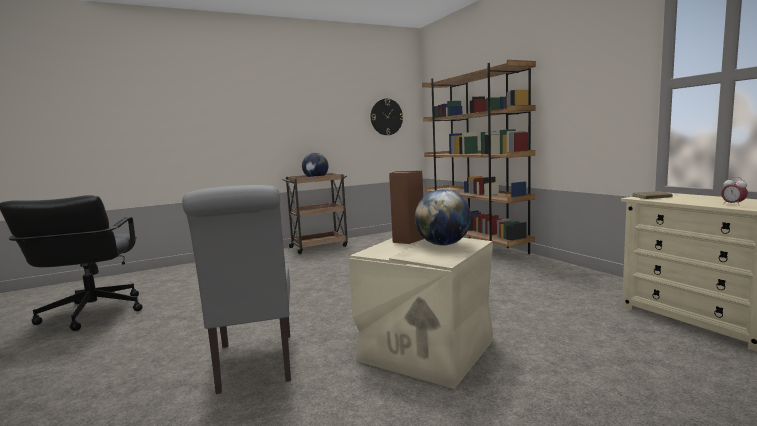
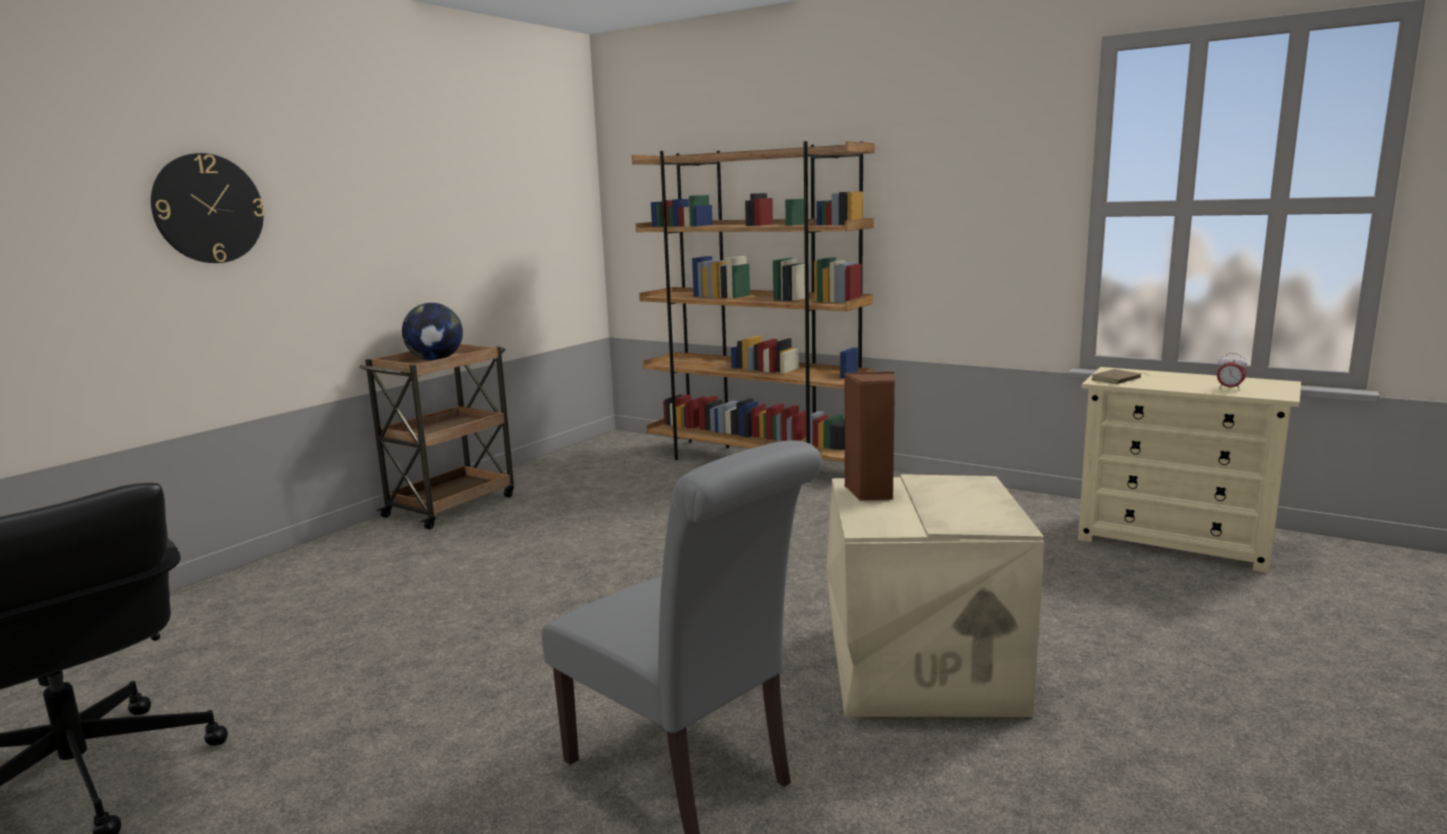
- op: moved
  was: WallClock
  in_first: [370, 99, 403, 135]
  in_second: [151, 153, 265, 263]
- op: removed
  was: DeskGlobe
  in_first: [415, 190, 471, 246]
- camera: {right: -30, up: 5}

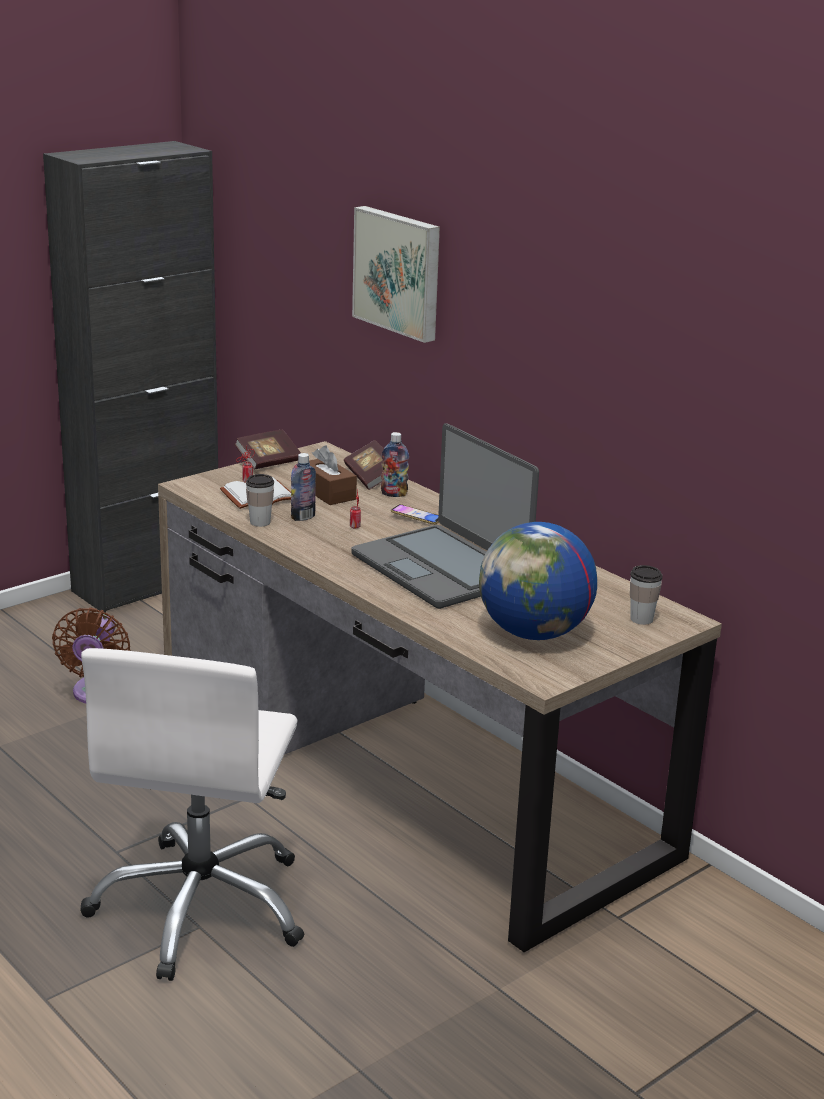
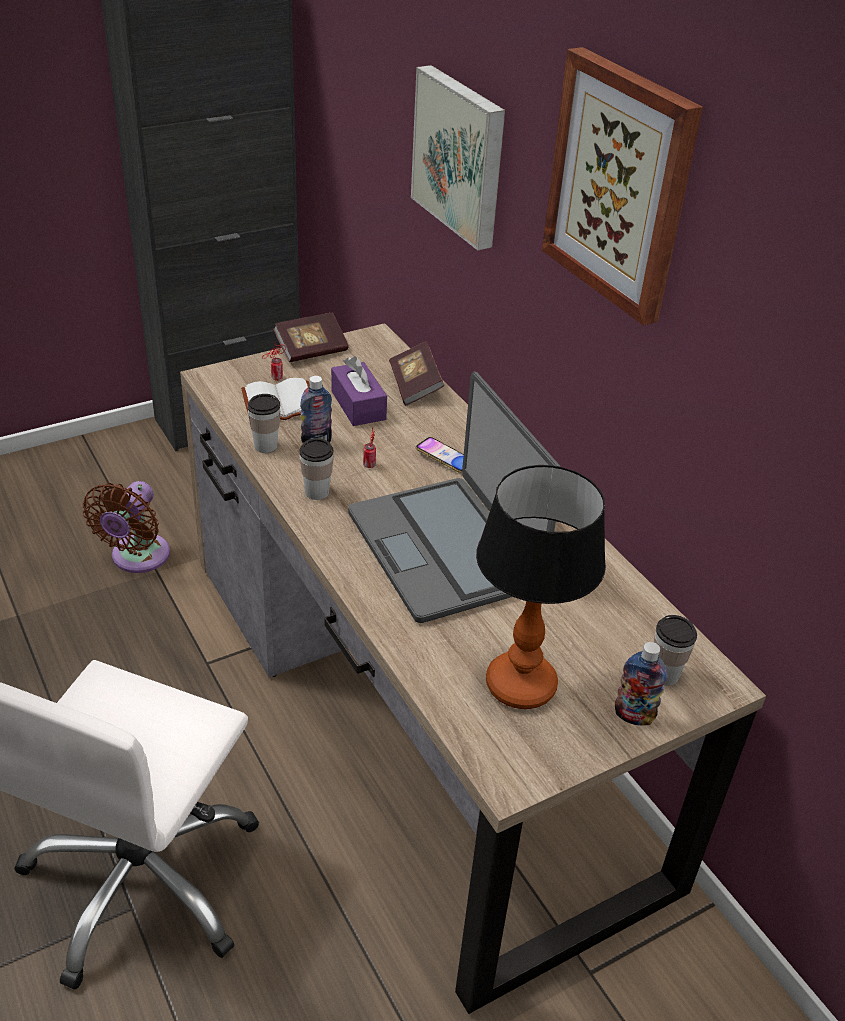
- op: added
  now: Cup
  in_second: [299, 438, 334, 500]
- op: recoloured
  was: BrownColouredTissueHolder
  now: PurplishTissueHolder
  in_first: [309, 445, 357, 505]
  in_second: [331, 357, 387, 426]
- op: replaced
  was: DeskGlobe
  now: TabletopLamp
  in_first: [479, 522, 597, 640]
  in_second: [476, 465, 606, 709]
- op: added
  now: WallArt
  in_second: [542, 47, 703, 326]
- op: moved
  was: DrinkBottle
  in_first: [381, 432, 409, 497]
  in_second: [615, 642, 667, 726]
- camera: {right: 10, up: 15}

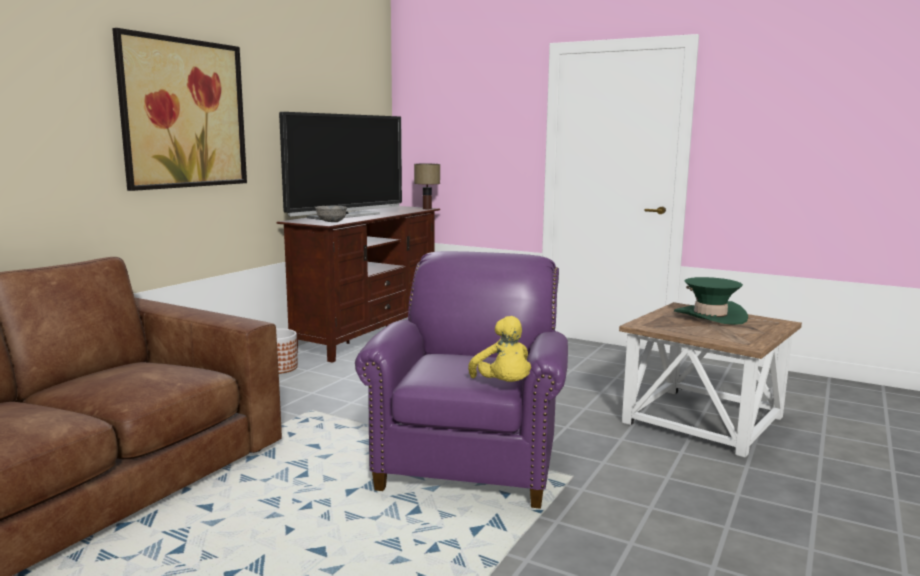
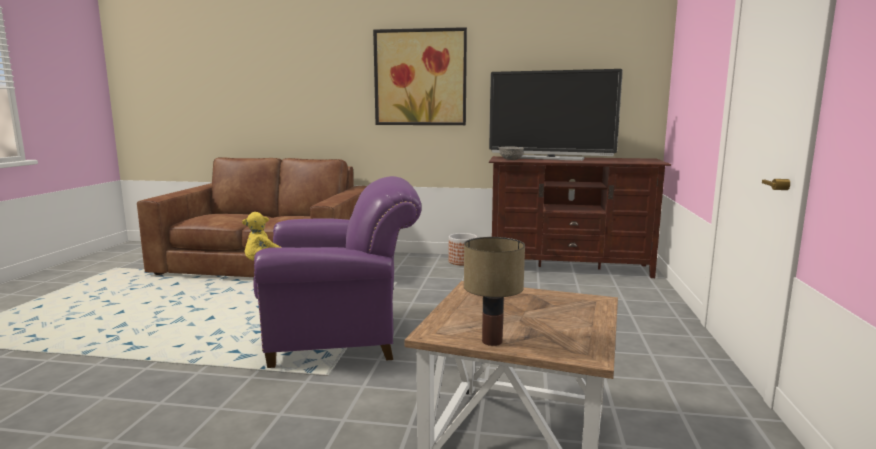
- op: moved
  was: TabletopLamp
  in_first: [414, 164, 440, 209]
  in_second: [464, 237, 525, 346]
- op: removed
  was: GreenishClothingHat
  in_first: [674, 277, 748, 325]
- camera: {right: 70, up: 0}

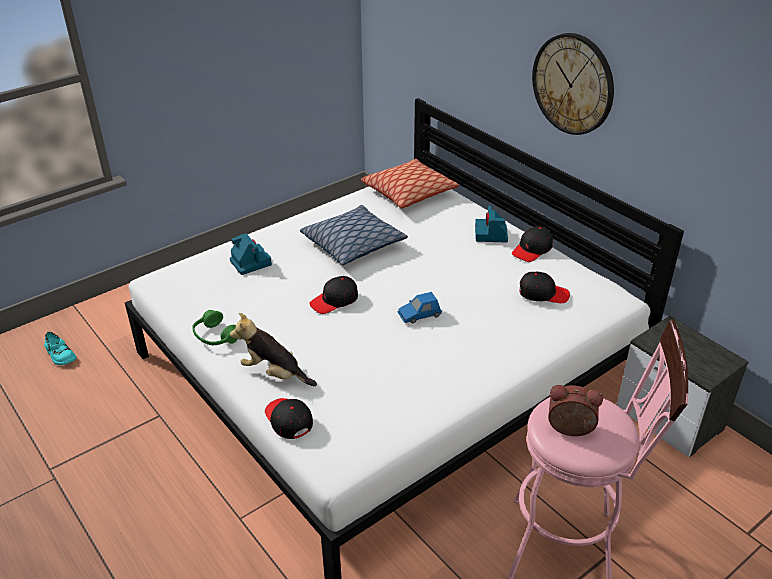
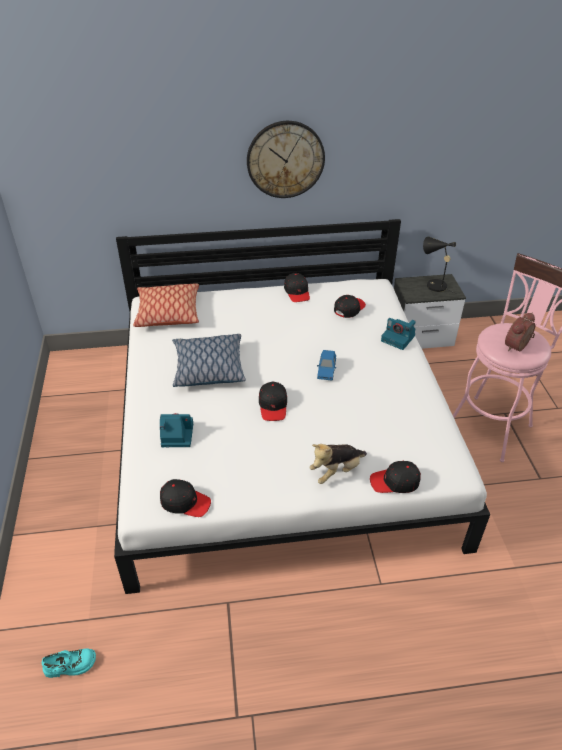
- op: added
  now: BlackishPeakedCap
  in_second: [160, 479, 211, 517]
- op: moved
  was: PhotoCamera
  in_first: [475, 206, 508, 243]
  in_second: [381, 318, 416, 350]
- op: added
  now: BlackishTabletopLamp
  in_second: [423, 237, 456, 294]
- op: removed
  was: GreenishPairOfHeadphones
  in_first: [192, 310, 238, 345]
- camera: {right: -60, up: 5}

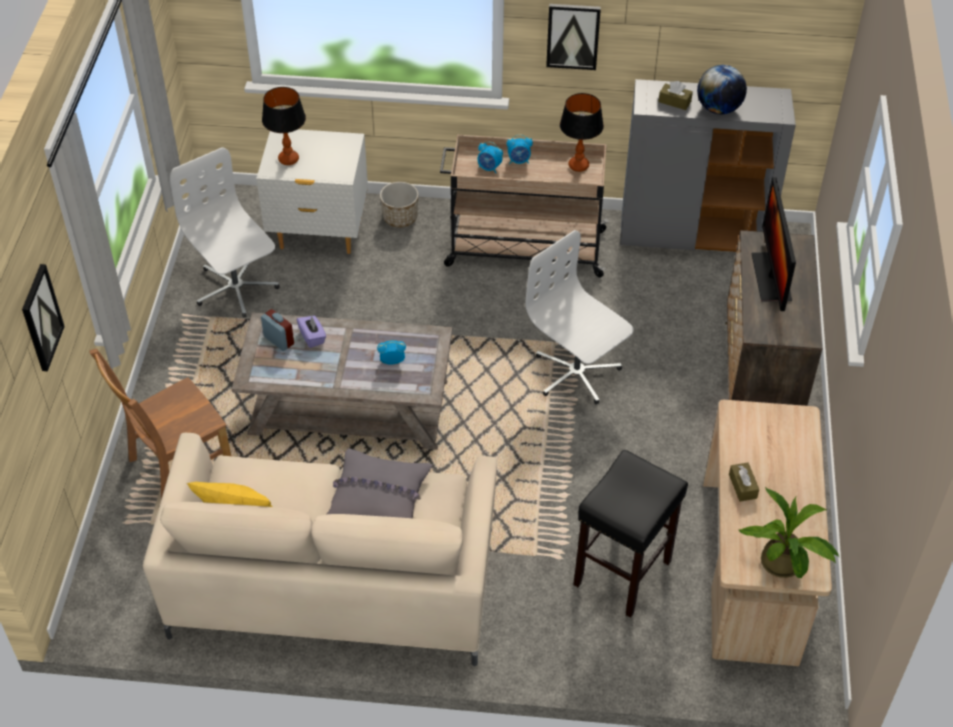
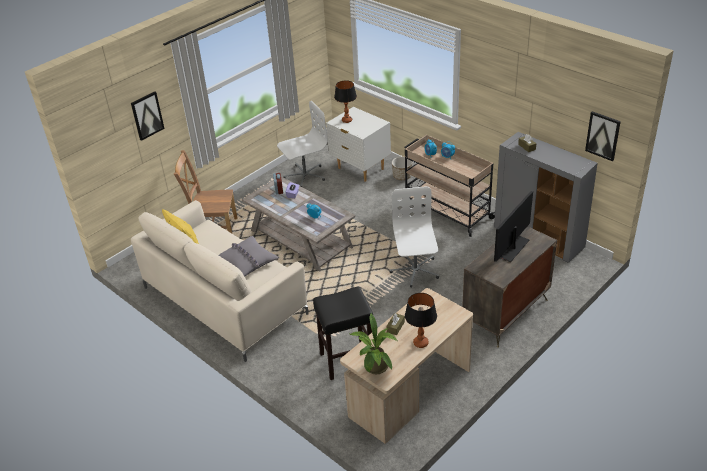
- op: turned
  was: WhiteColouredDeskChair
  in_first: [170, 147, 280, 317]
  in_second: [277, 101, 328, 187]
  clockwise: 60
- op: moved
  was: TabletopLamp
  in_first: [560, 93, 604, 172]
  in_second: [405, 293, 437, 348]
- op: moved
  was: WallArt
  in_first: [546, 4, 601, 70]
  in_second: [585, 111, 621, 161]
- op: removed
  was: DeskGlobe
  in_first: [697, 65, 747, 114]
- camera: {right: 40, up: -10}

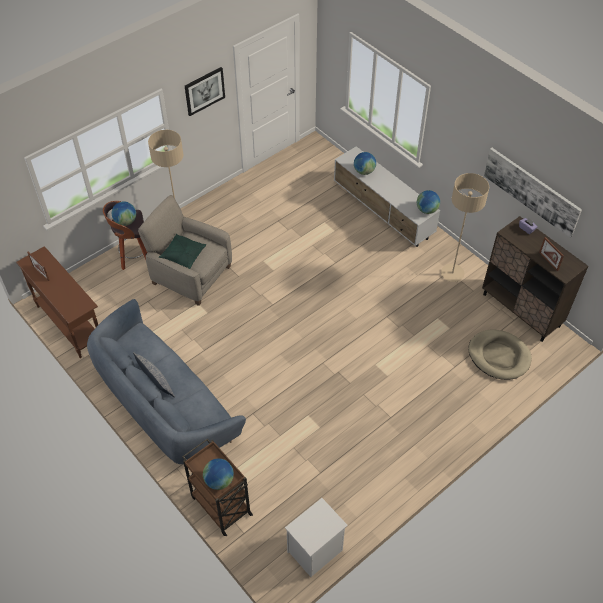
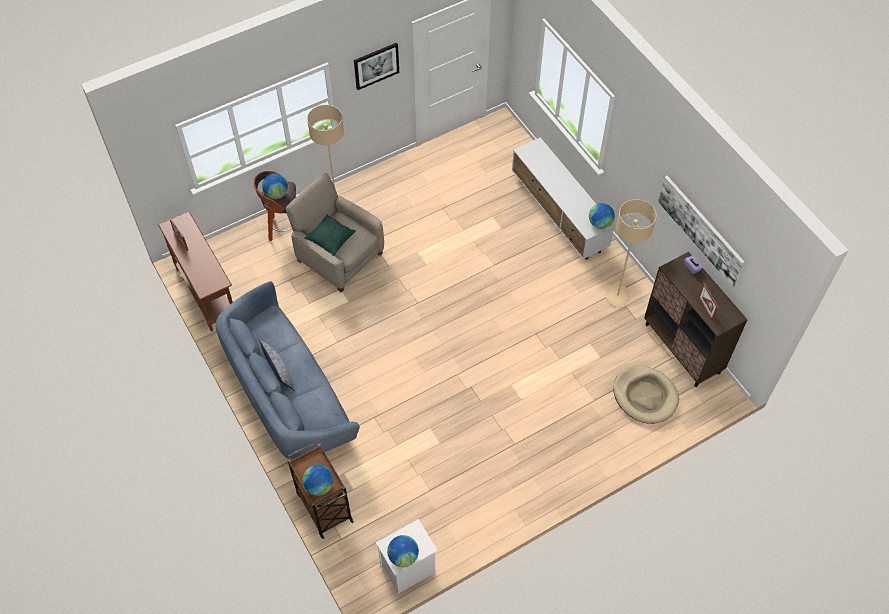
- op: moved
  was: DeskGlobe
  in_first: [354, 152, 376, 175]
  in_second: [387, 535, 419, 567]
- camera: {right: 10, up: 5}

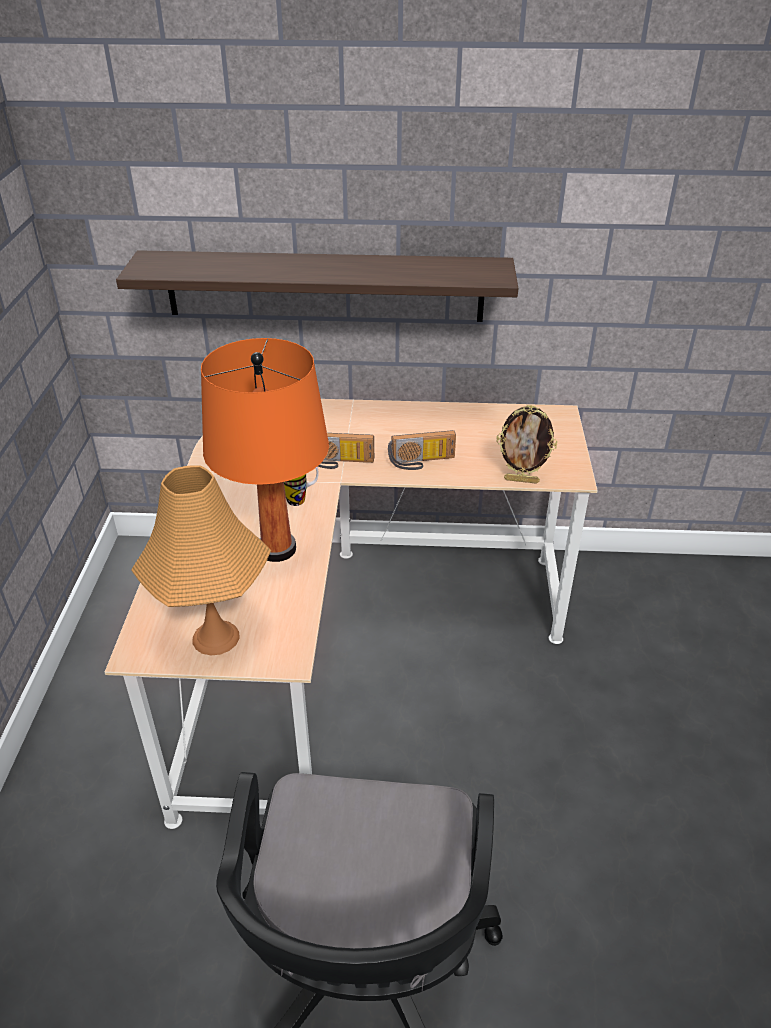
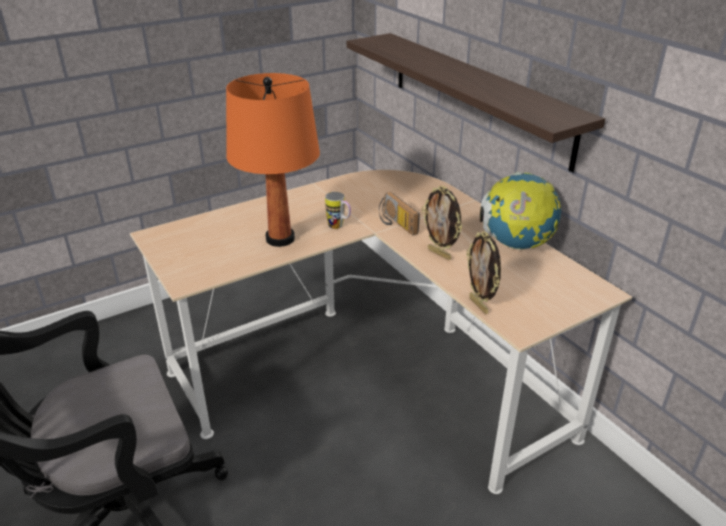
- op: replaced
  was: Radio
  now: PhotoFrame
  in_first: [388, 430, 456, 470]
  in_second: [422, 185, 462, 260]
- op: added
  now: DeskGlobe
  in_second: [480, 172, 561, 250]
- op: removed
  was: OrangeyTabletopLamp
  in_first: [131, 465, 271, 655]
- camera: {right: 55, up: -5}

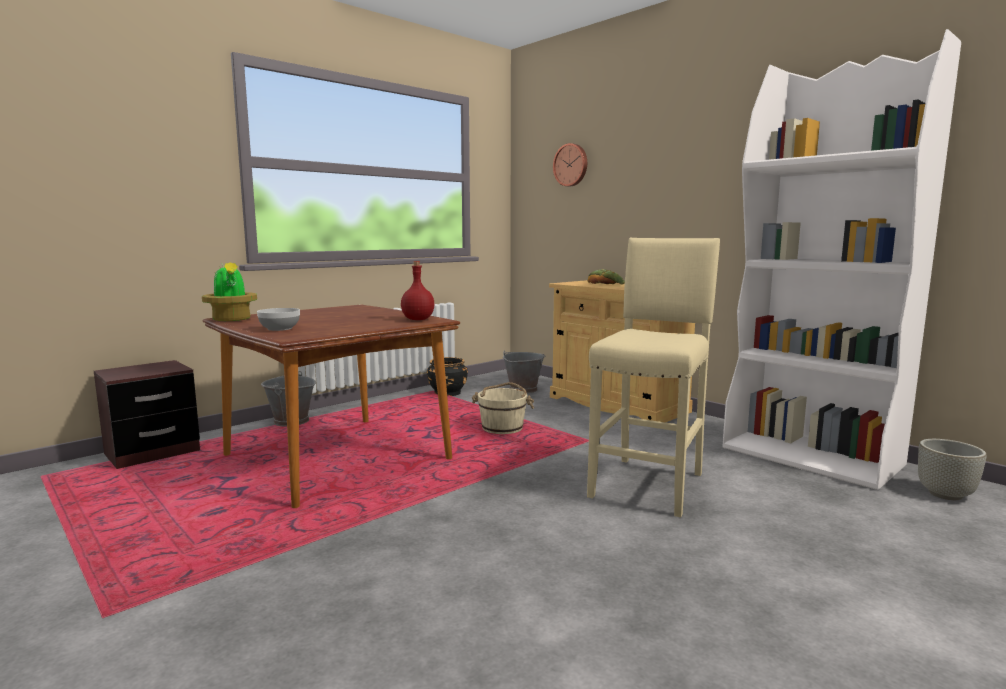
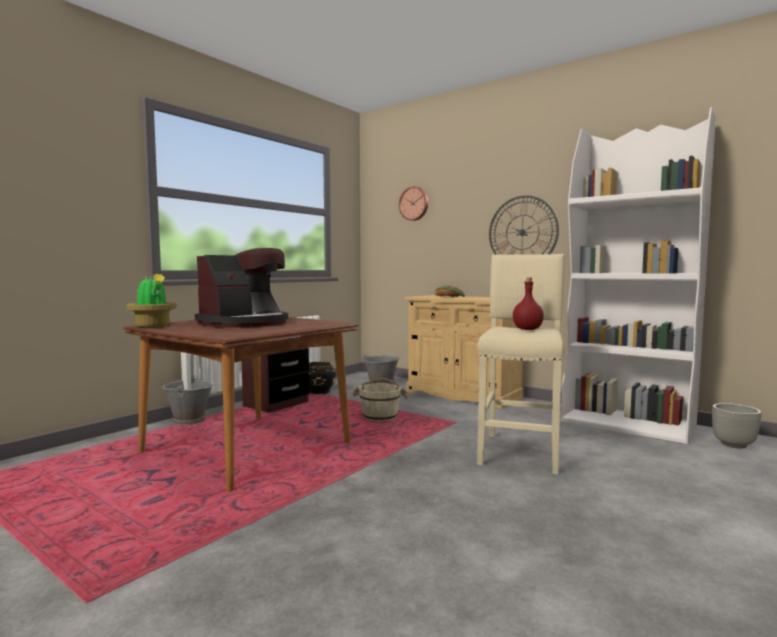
- op: added
  now: CoffeeMachine
  in_second: [195, 248, 288, 328]
- op: moved
  was: BrownColouredNightstand
  in_first: [94, 360, 200, 469]
  in_second: [242, 348, 309, 413]
- op: added
  now: WallClock
  in_second: [489, 195, 559, 255]
- op: moved
  was: RedDrinkBottle
  in_first: [401, 261, 435, 320]
  in_second: [513, 278, 544, 330]
- op: removed
  was: ServingBowl
  in_first: [257, 308, 300, 331]
- camera: {right: -10, up: -5}

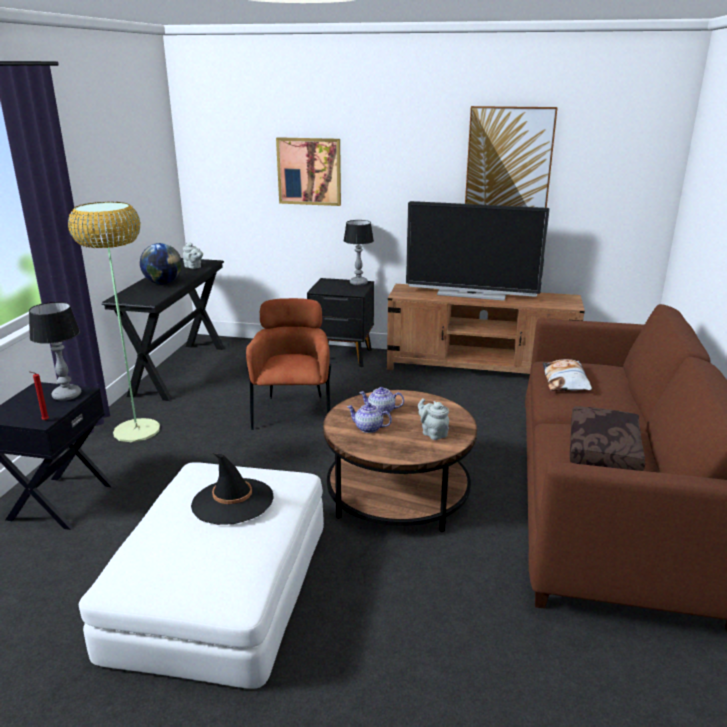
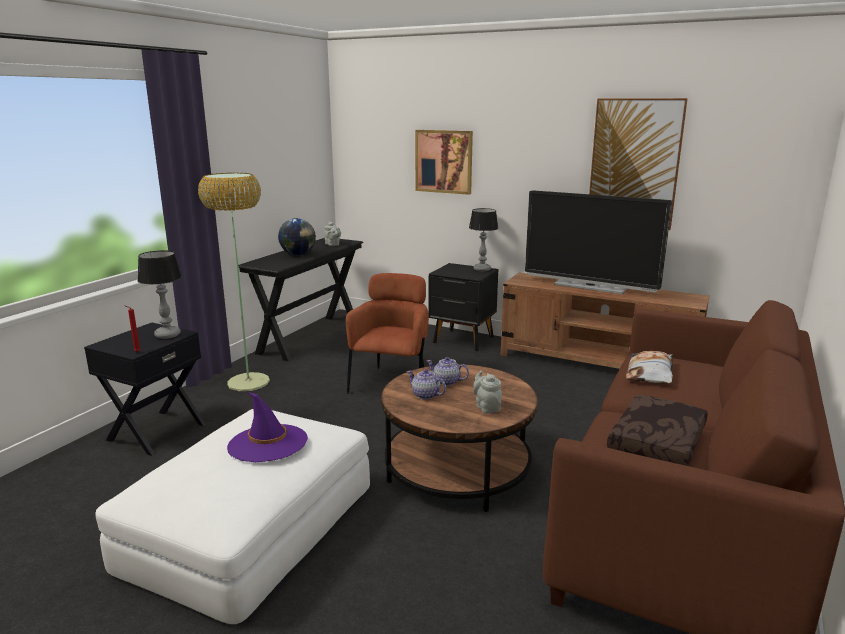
- op: recoloured
  was: BlackishClothingHat
  now: PurplishClothingHat
  in_first: [191, 453, 274, 525]
  in_second: [227, 392, 308, 462]
- camera: {right: 15, up: -5}

